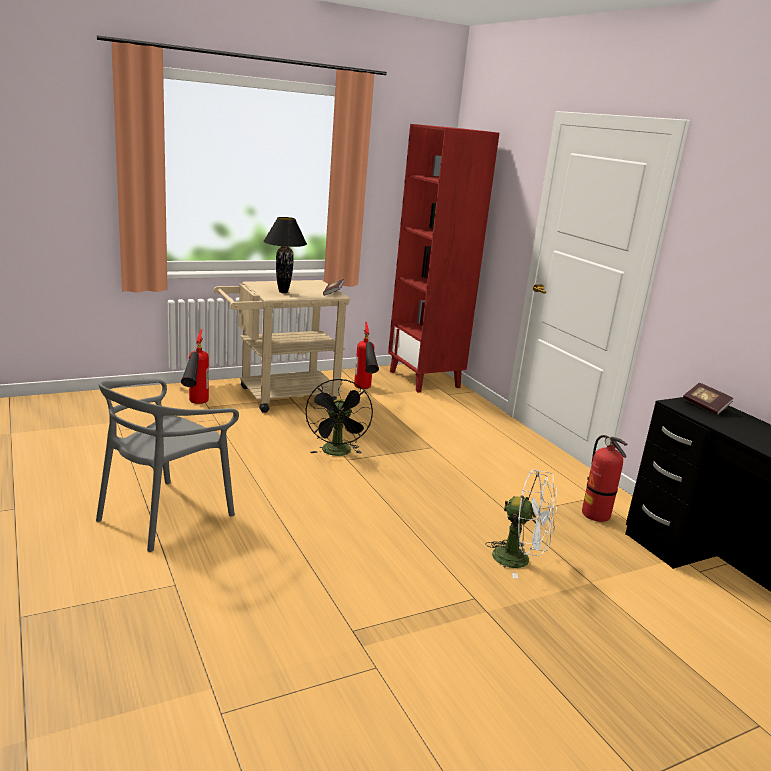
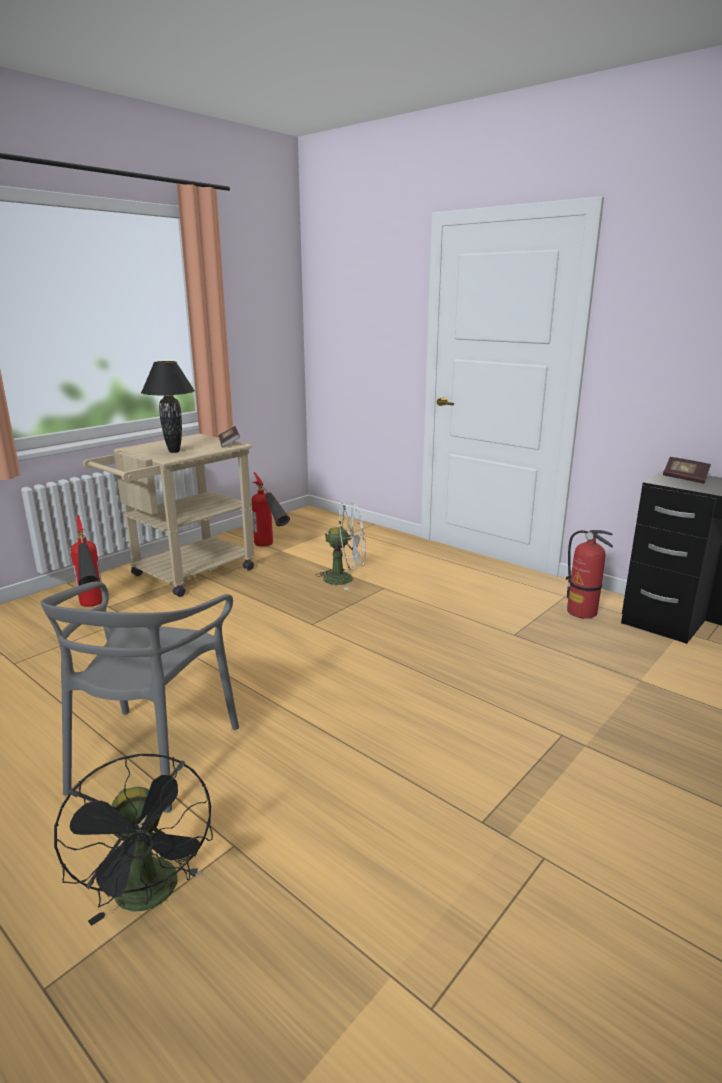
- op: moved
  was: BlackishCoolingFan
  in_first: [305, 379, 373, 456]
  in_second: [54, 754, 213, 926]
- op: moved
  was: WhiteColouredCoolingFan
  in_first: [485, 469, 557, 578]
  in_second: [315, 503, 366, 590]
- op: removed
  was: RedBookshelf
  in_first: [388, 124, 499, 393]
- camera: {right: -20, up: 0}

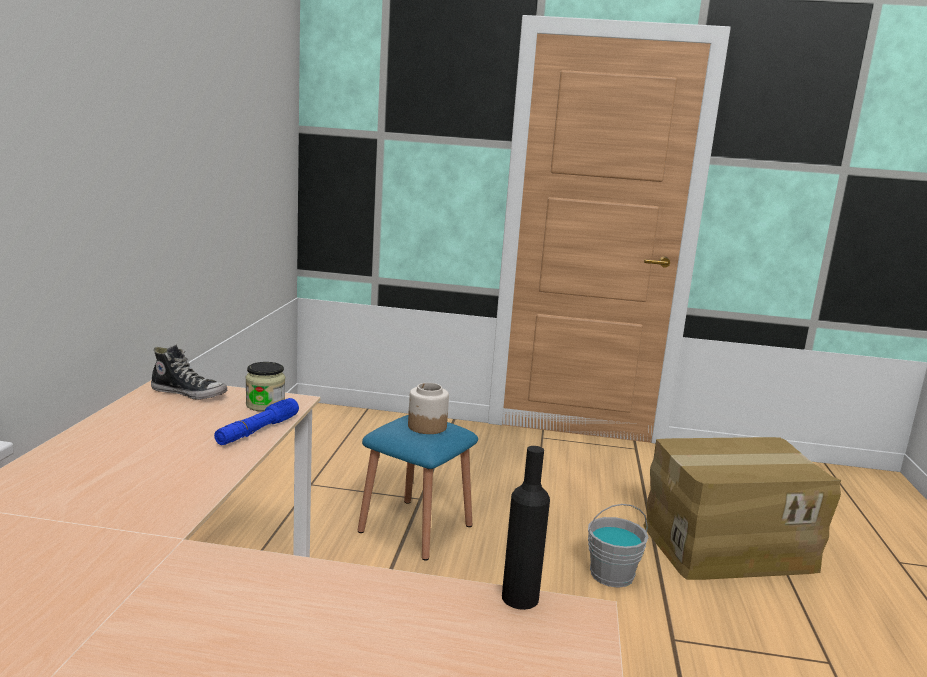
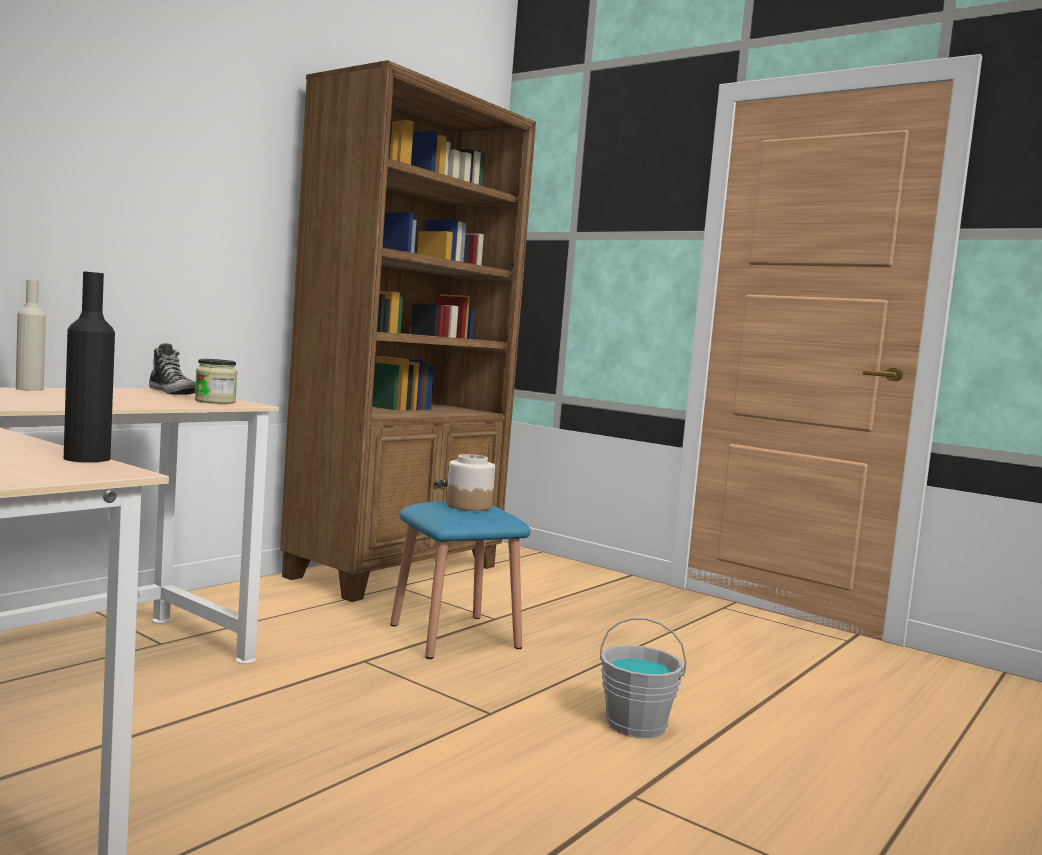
- op: added
  now: BeigeDrinkBottle
  in_second: [16, 280, 46, 391]
- op: added
  now: BrownColouredBookshelf
  in_second: [280, 60, 536, 602]
- op: removed
  was: BluishFlashlight
  in_first: [214, 398, 299, 445]
- op: removed
  was: Carton
  in_first: [643, 437, 841, 580]
- camera: {right: 30, up: -10}

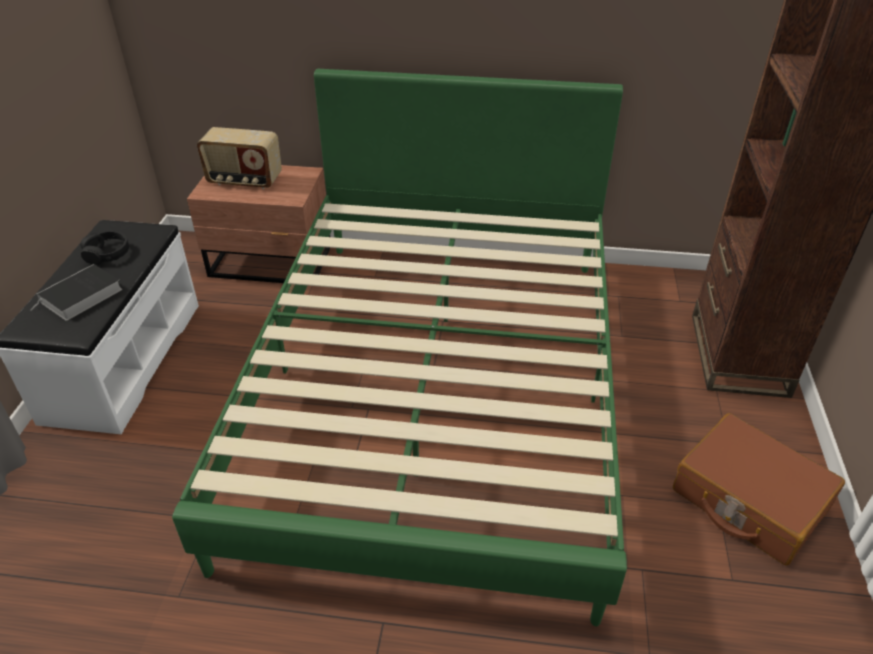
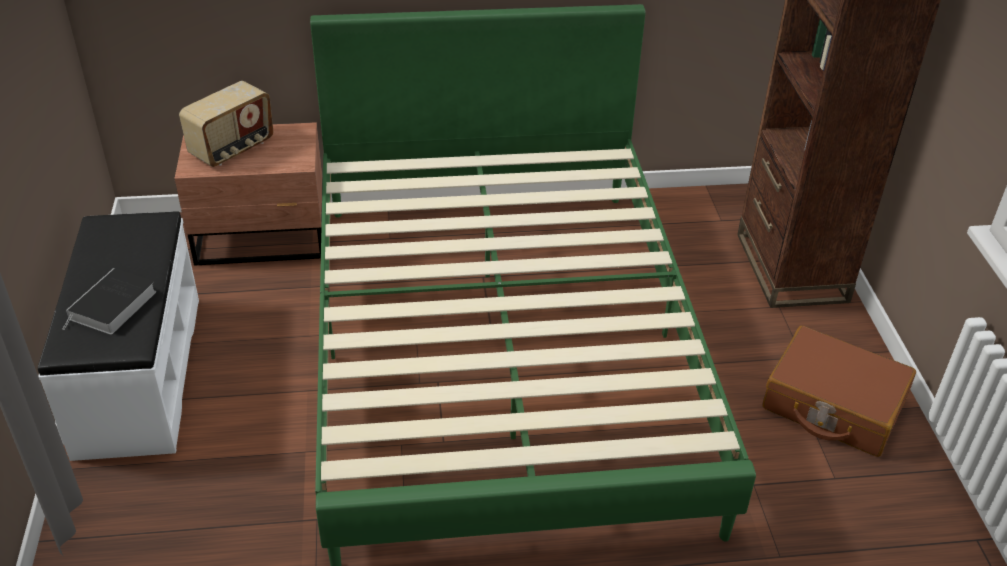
- op: turned
  was: Radio
  in_first: [197, 127, 282, 189]
  in_second: [179, 81, 273, 167]
  clockwise: -45
- op: removed
  was: BlackishPairOfHeadphones
  in_first: [80, 231, 129, 265]
- camera: {right: -15, up: 0}

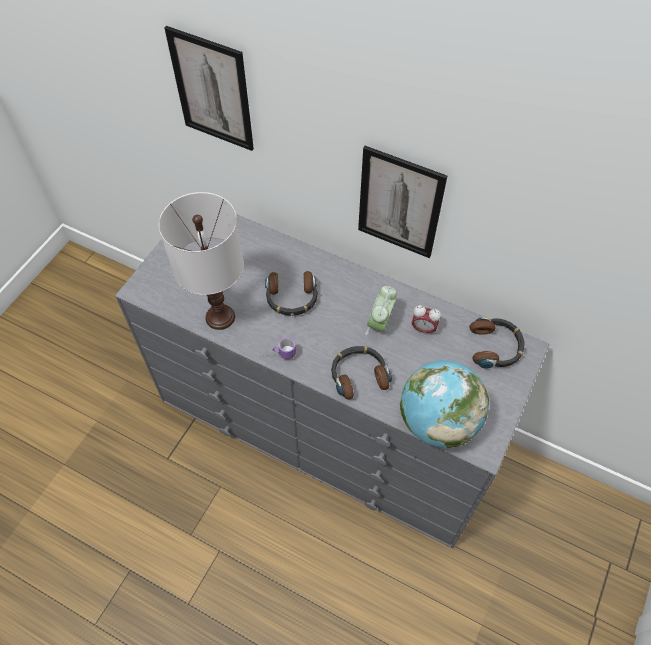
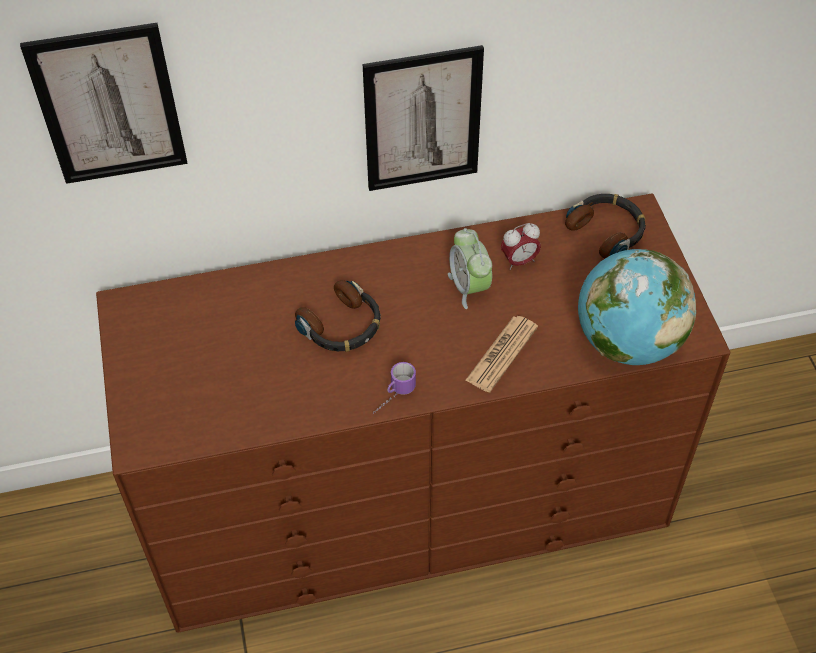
- op: recoloured
  was: GrayDrawerChest
  now: BrownColouredDrawerChest
  in_first: [115, 214, 550, 548]
  in_second: [96, 193, 731, 633]
- op: replaced
  was: PairOfHeadphones
  now: PrintedPaper
  in_first: [331, 346, 392, 400]
  in_second: [465, 316, 538, 392]
- op: removed
  was: WhiteColouredTabletopLamp
  in_first: [159, 192, 244, 330]
- camera: {right: -40, up: -5}

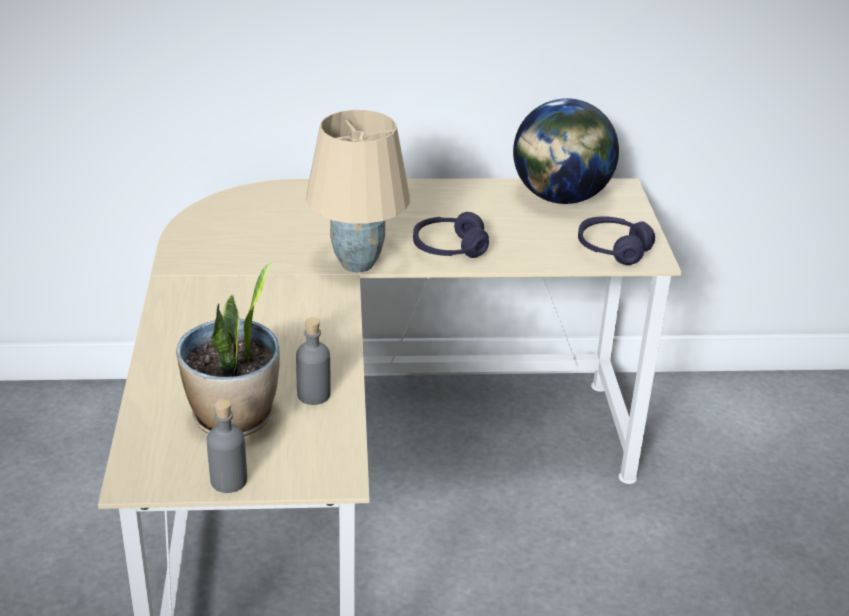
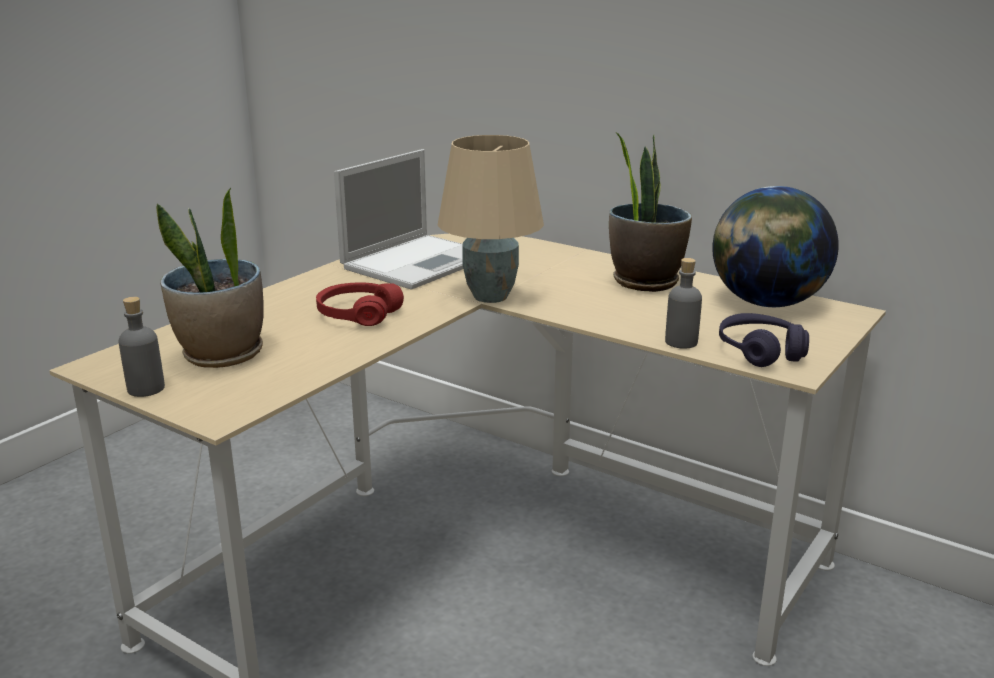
- op: added
  now: RedPairOfHeadphones
  in_second: [316, 282, 404, 326]
- op: added
  now: NotebookComputer
  in_second: [334, 149, 463, 290]
- op: added
  now: PottedPlant
  in_second: [609, 133, 692, 292]
- op: moved
  was: GrayDrinkBottle
  in_first: [296, 317, 331, 405]
  in_second: [665, 258, 702, 349]
- op: removed
  was: PurplishPairOfHeadphones
  in_first: [413, 212, 489, 258]
- camera: {right: 40, up: -10}

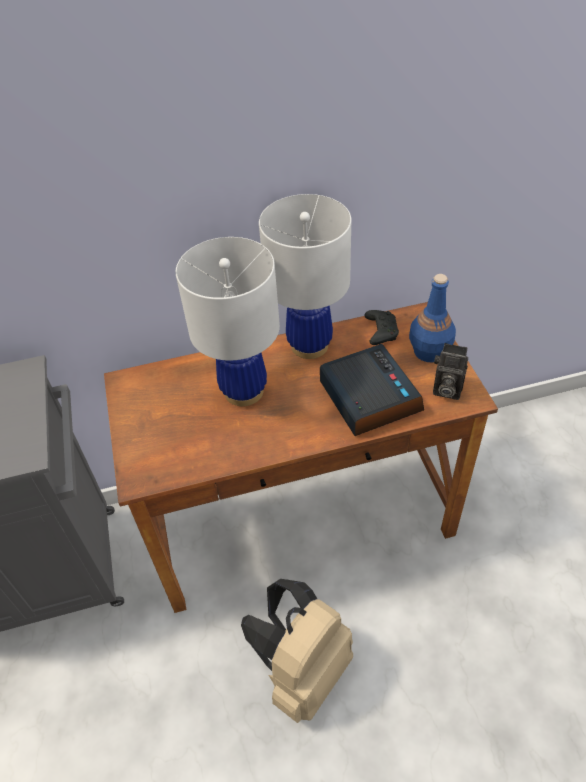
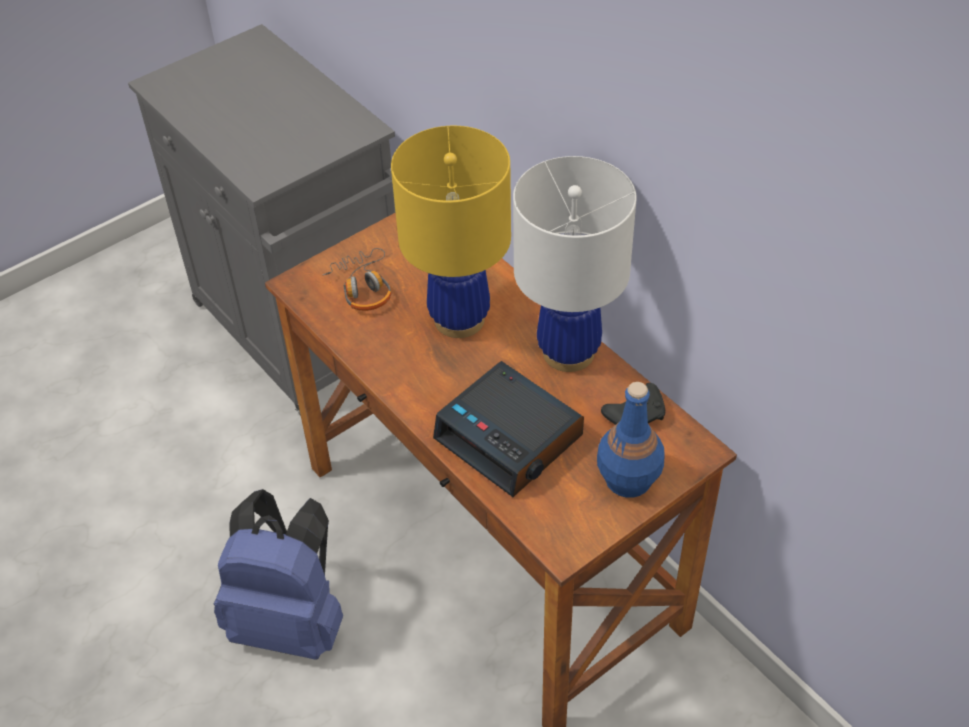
- op: recoloured
  was: BeigeRucksack
  now: BluishRucksack
  in_first: [241, 579, 353, 723]
  in_second: [213, 489, 343, 660]
- op: added
  now: PairOfHeadphones
  in_second: [323, 248, 392, 311]
- op: recoloured
  was: WhiteColouredTabletopLamp
  now: YellowTabletopLamp
  in_first: [176, 237, 280, 406]
  in_second: [391, 126, 511, 338]
- op: turned
  was: BedsideClock
  in_first: [320, 344, 424, 436]
  in_second: [433, 361, 584, 497]
  clockwise: 90
- op: removed
  was: PhotoCamera
  in_first: [433, 343, 468, 400]
- camera: {right: 65, up: 0}

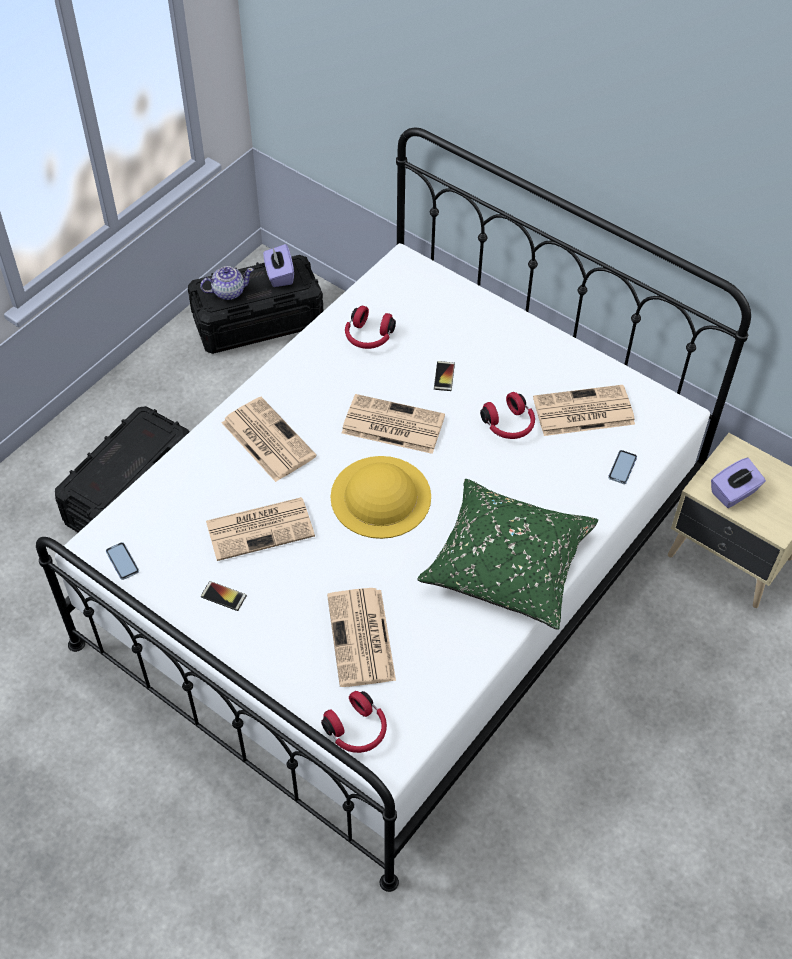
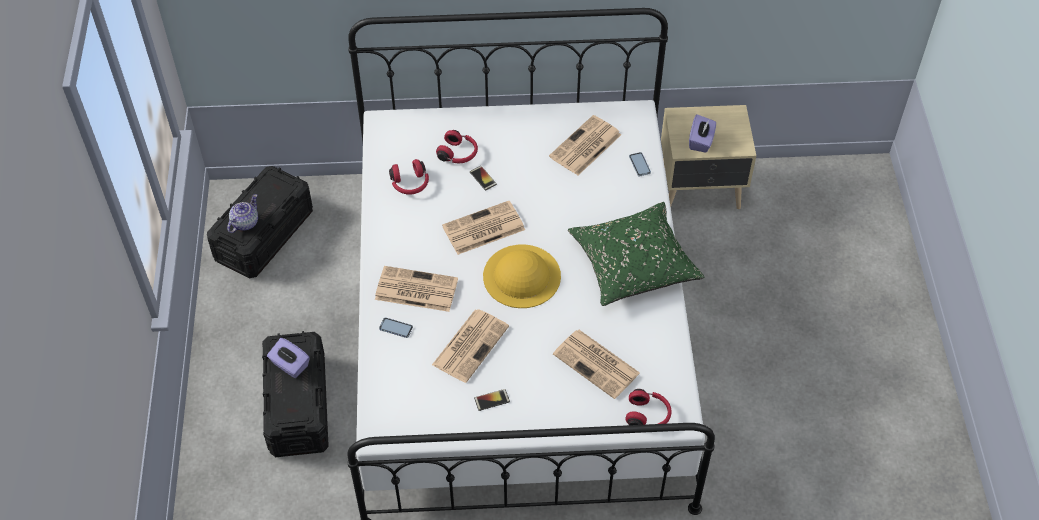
- op: moved
  was: PurplishTissueHolder
  in_first: [263, 244, 294, 287]
  in_second: [267, 338, 310, 378]
- op: moved
  was: Telephone
  in_first: [106, 542, 139, 580]
  in_second: [379, 318, 413, 338]
- op: moved
  was: RedPairOfHeadphones
  in_first: [480, 392, 535, 439]
  in_second: [436, 130, 478, 163]
- camera: {right: -40, up: 0}

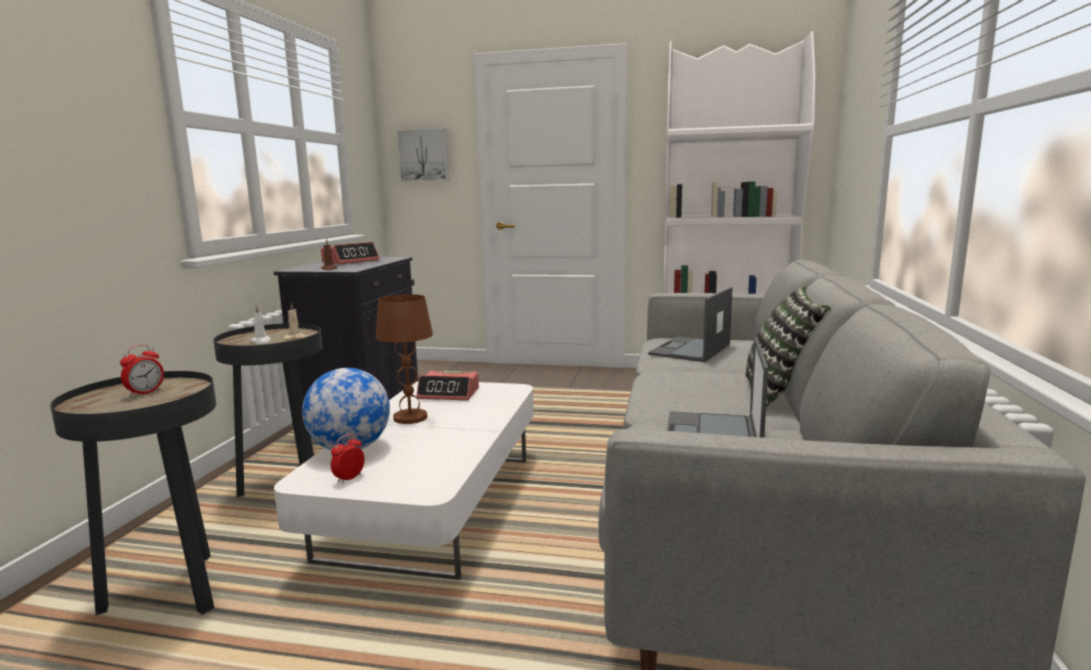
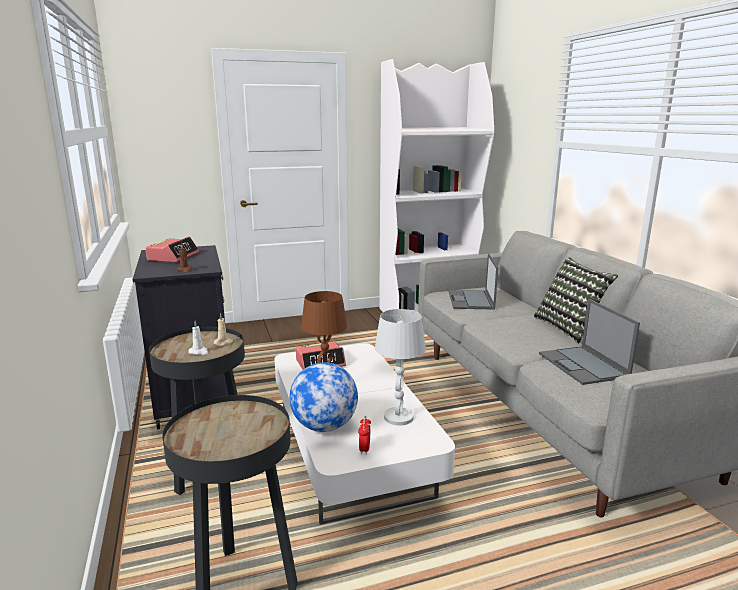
- op: added
  now: WhiteColouredTabletopLamp
  in_second: [375, 309, 426, 425]
- op: removed
  was: BedsideClock
  in_first: [120, 344, 164, 397]
- op: removed
  was: WallArt
  in_first: [396, 128, 449, 182]
- camera: {right: -30, up: 5}

